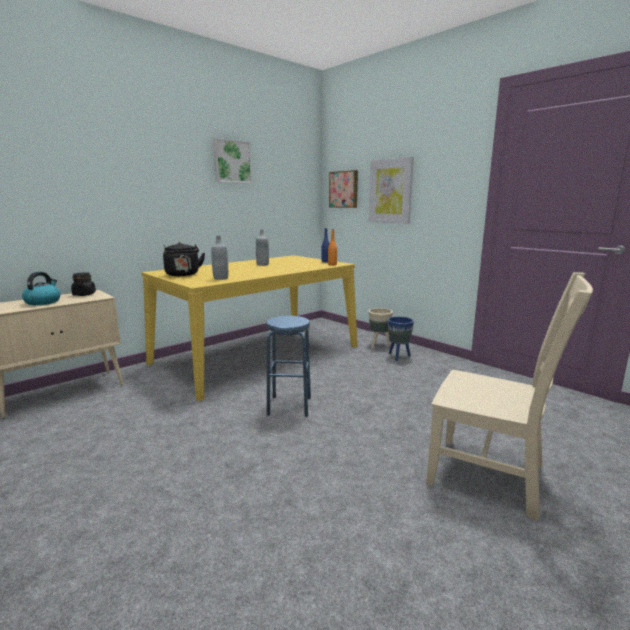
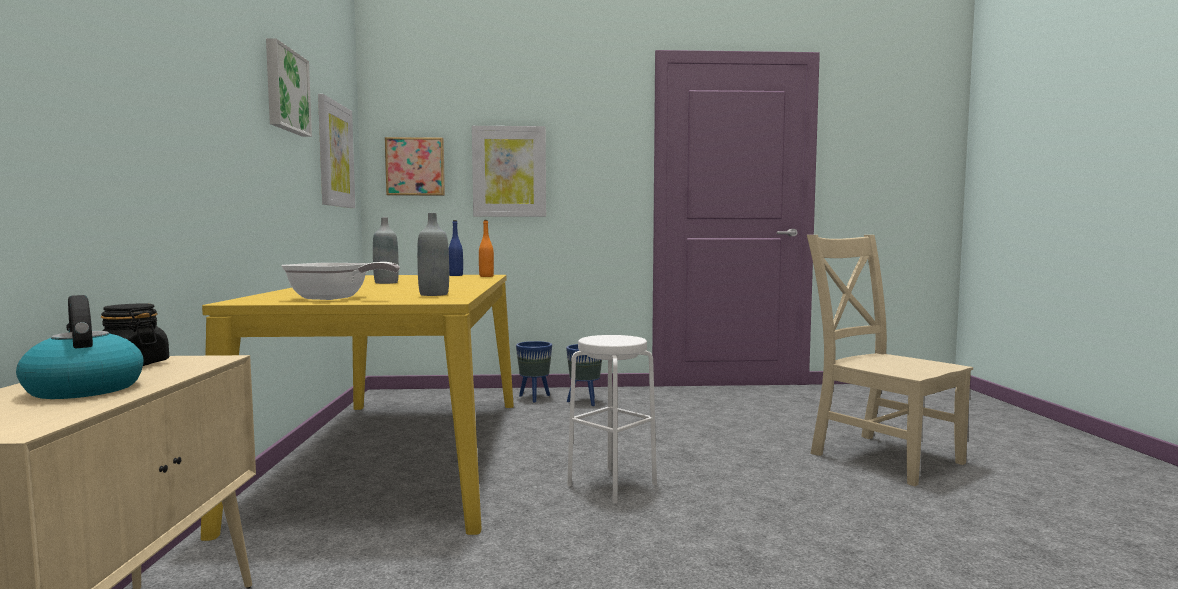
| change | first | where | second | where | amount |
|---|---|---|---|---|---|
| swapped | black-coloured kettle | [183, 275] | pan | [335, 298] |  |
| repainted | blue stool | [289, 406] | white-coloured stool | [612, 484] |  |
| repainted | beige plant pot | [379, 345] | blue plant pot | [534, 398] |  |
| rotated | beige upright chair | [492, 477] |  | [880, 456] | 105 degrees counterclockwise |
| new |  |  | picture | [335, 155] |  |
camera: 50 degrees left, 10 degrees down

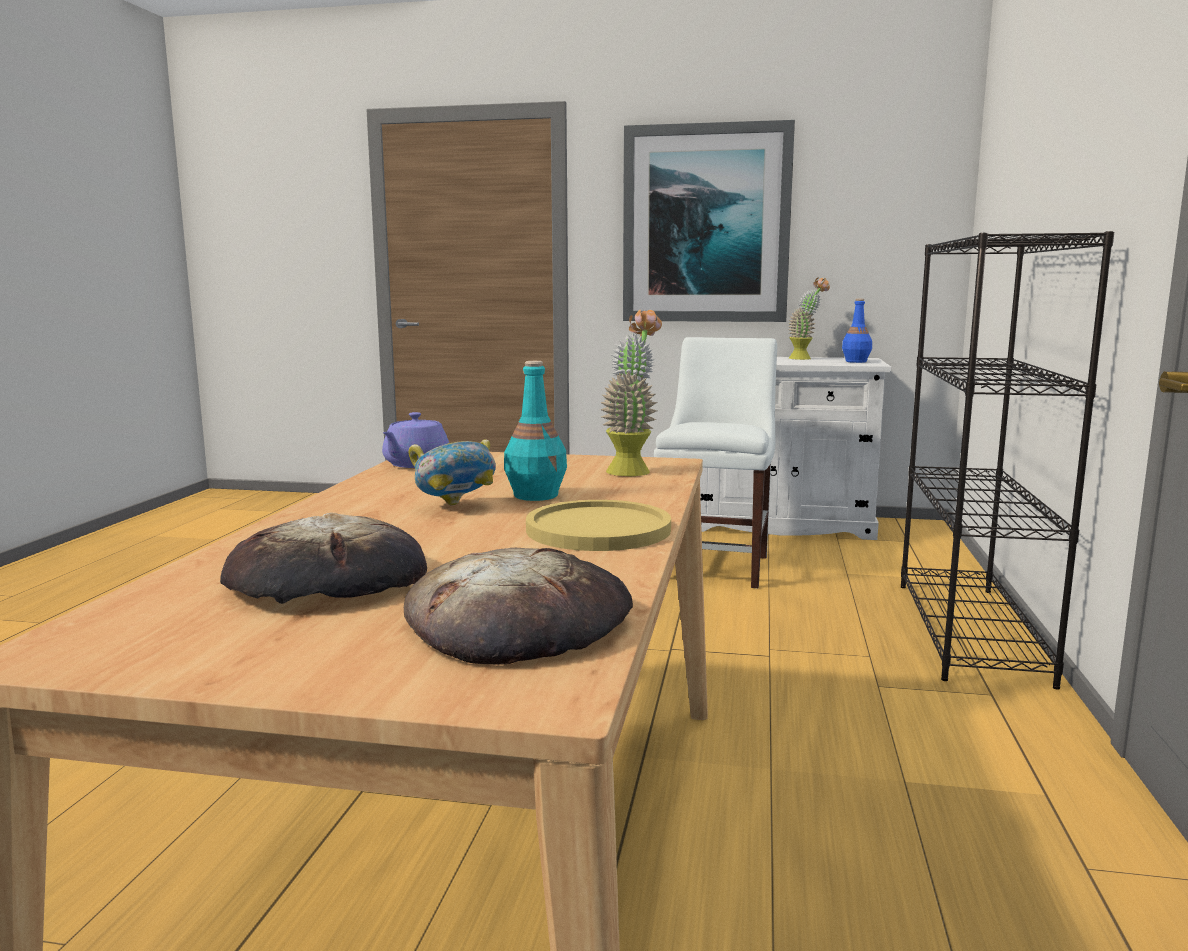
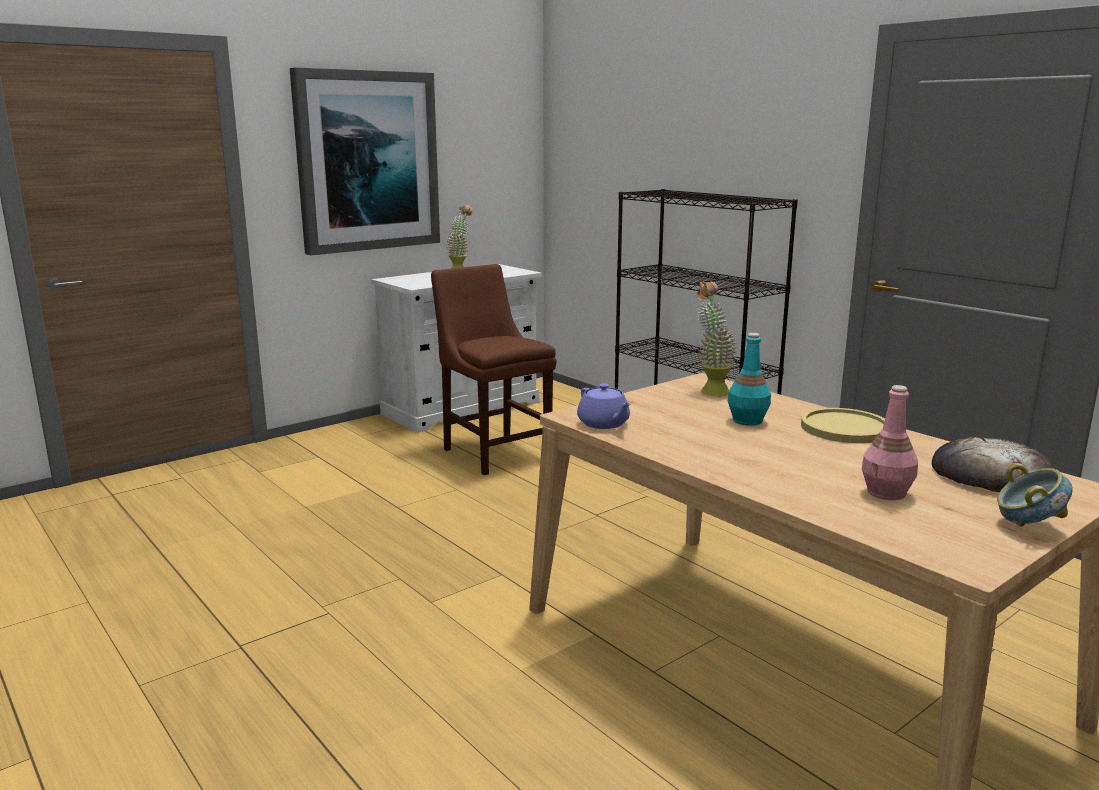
| change | first | where | second | where | amount |
|---|---|---|---|---|---|
| swapped | baked bread | [327, 580] | pink drink bottle | [887, 493] |  |
| shifted | bowl | [456, 507] |  | [1027, 526] |  |
| repainted | white-coloured upright chair | [716, 565] | brown-coloured upright chair | [494, 452] |  |
| gone | blue drink bottle | [855, 361] |  |  |  |
camera: 50 degrees left, 5 degrees up

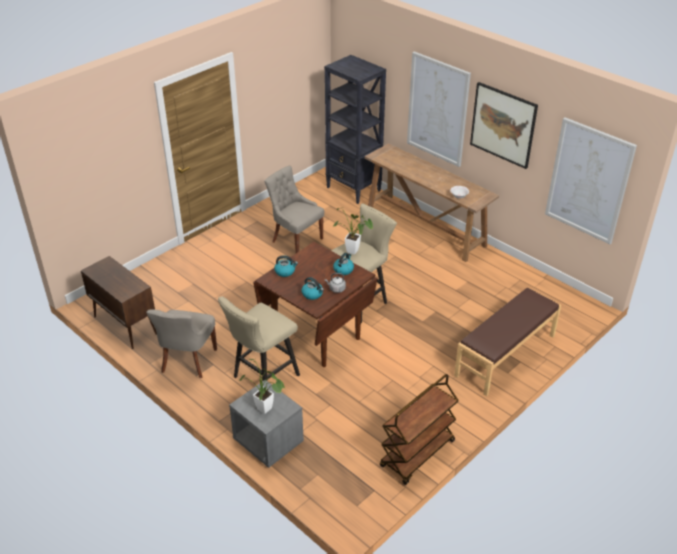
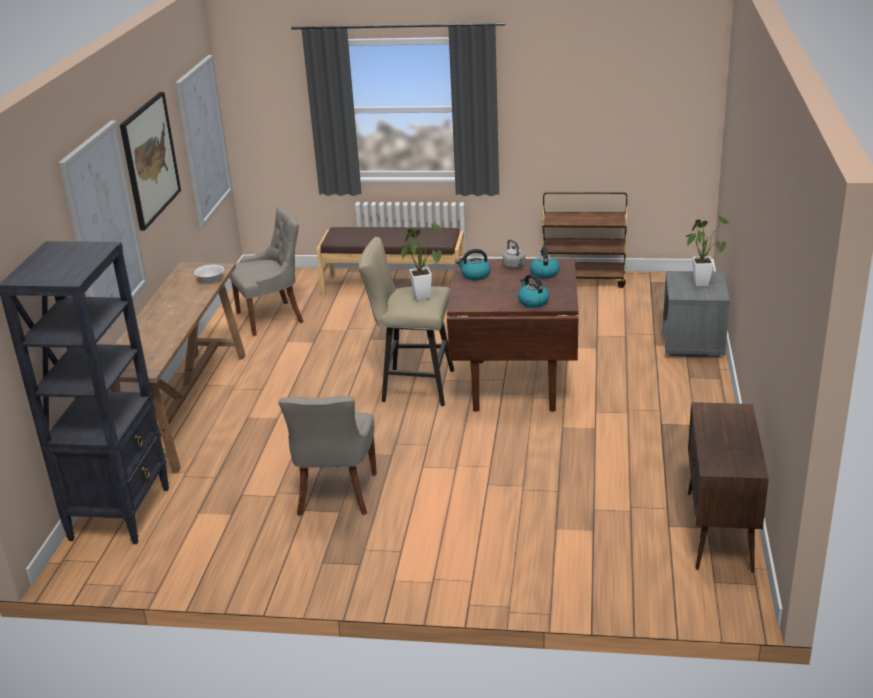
| change | first | where | second | where | amount |
|---|---|---|---|---|---|
| shifted | greyish upright chair | [187, 361] |  | [272, 317] |  |
| gone | beige stool | [262, 378] |  |  |  |
camera: 125 degrees left, 10 degrees down

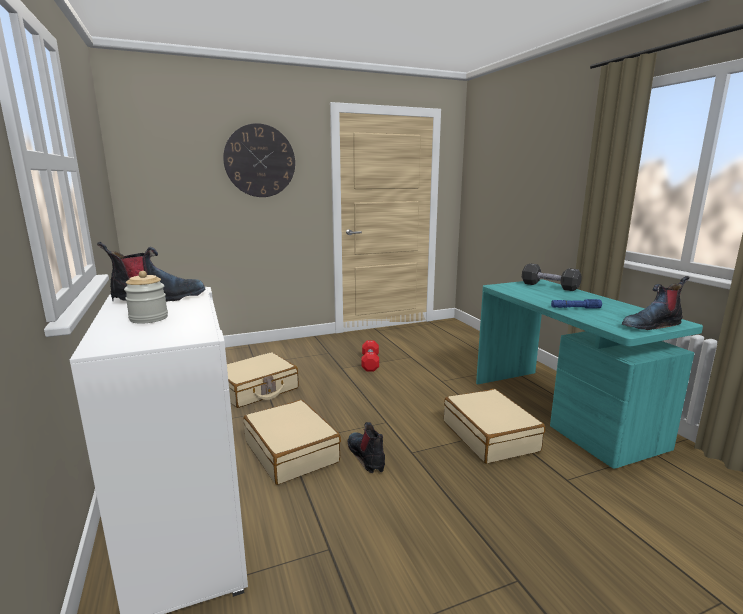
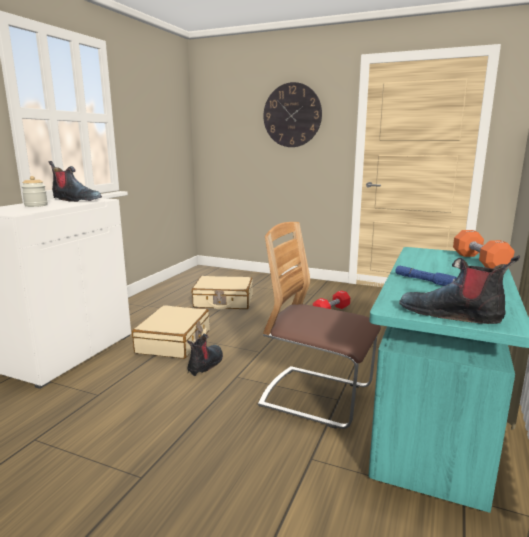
| change | first | where | second | where | amount |
|---|---|---|---|---|---|
| swapped | beige travel case | [490, 436] | upright chair | [316, 397] |  |
| repainted | black-coloured dumbbell | [549, 286] | orangey dumbbell | [479, 261] |  |
camera: 45 degrees right, 0 degrees up

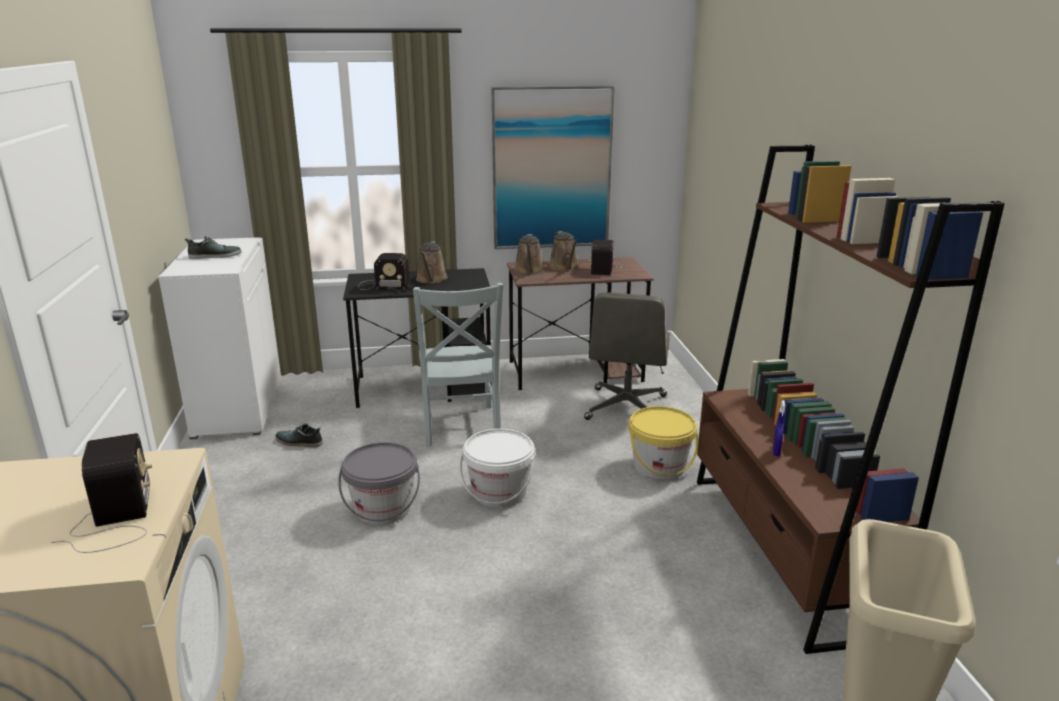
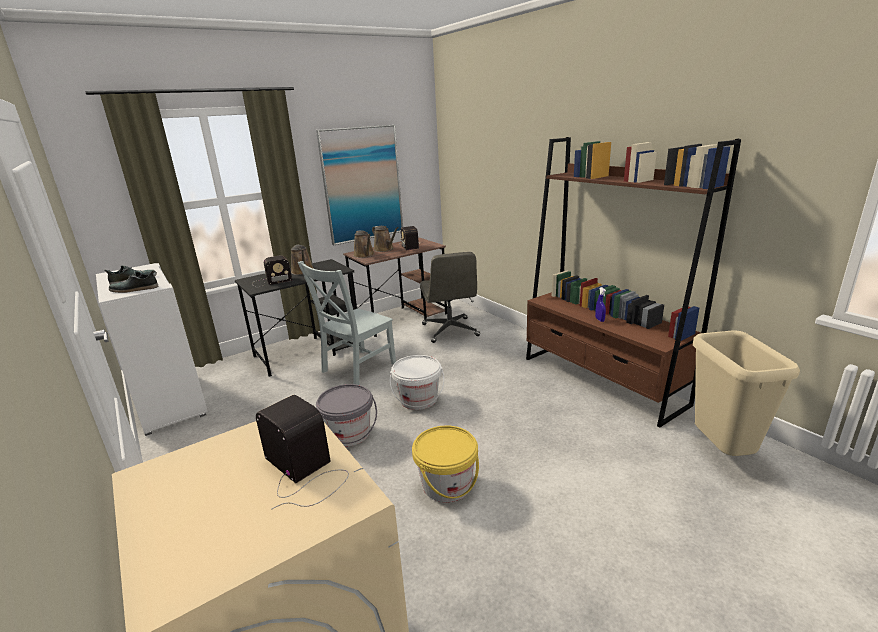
| change | first | where | second | where | amount |
|---|---|---|---|---|---|
| shifted | shoe | [299, 442] |  | [134, 289] |  |
| rotated | greyish upright chair | [460, 427] |  | [356, 369] | 75 degrees clockwise |
| shifted | yellowish bucket | [659, 466] |  | [447, 485] |  |
camera: 25 degrees left, 0 degrees up

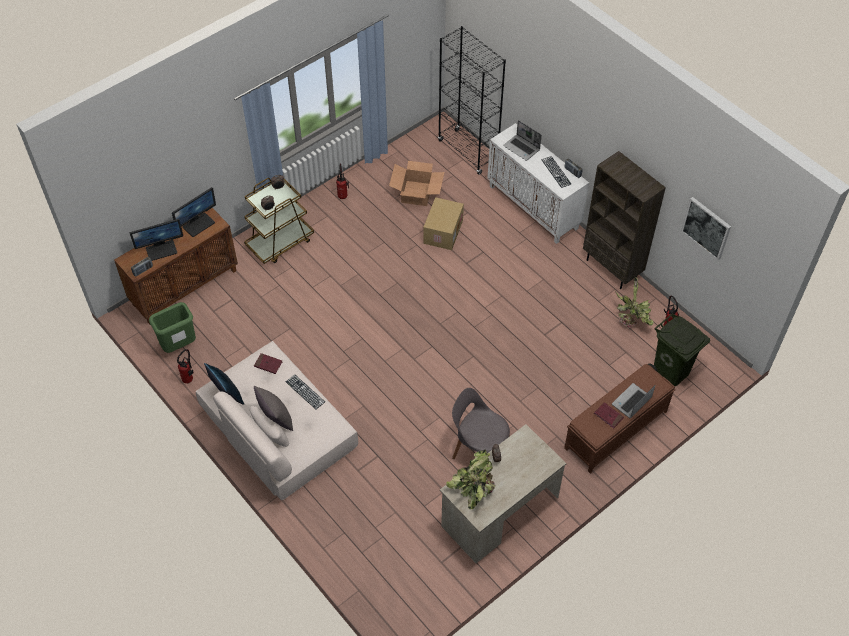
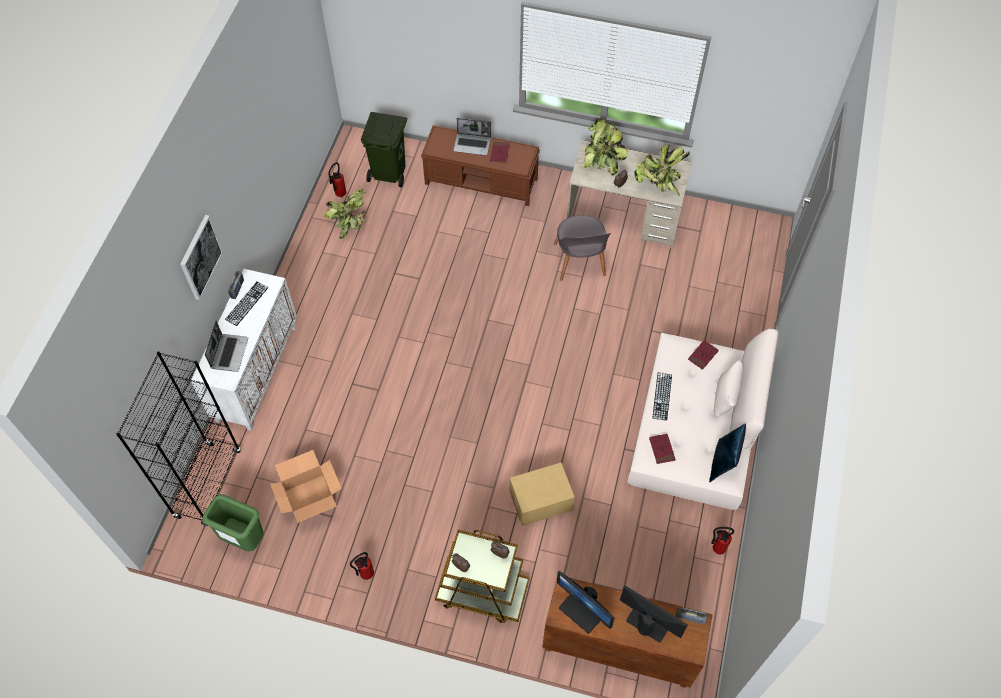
| change | first | where | second | where | amount |
|---|---|---|---|---|---|
| shifted | greenish trash can | [179, 346] |  | [243, 539] |  |
| rotated | monitor | [198, 224] |  | [582, 611] | 150 degrees counterclockwise |
| gone | greyish cushion | [276, 419] |  |  |  |
| shifted | carton | [442, 231] |  | [540, 501] |  |
| gone | brown-coloured bookcase | [612, 268] |  |  |  |
| shifted | picture | [706, 227] |  | [200, 257] |  |
| new |  |  | plant in a pot | [602, 159] |  |
| new |  |  | red-coloured bound book | [702, 355] |  |
camera: 125 degrees left, 5 degrees up

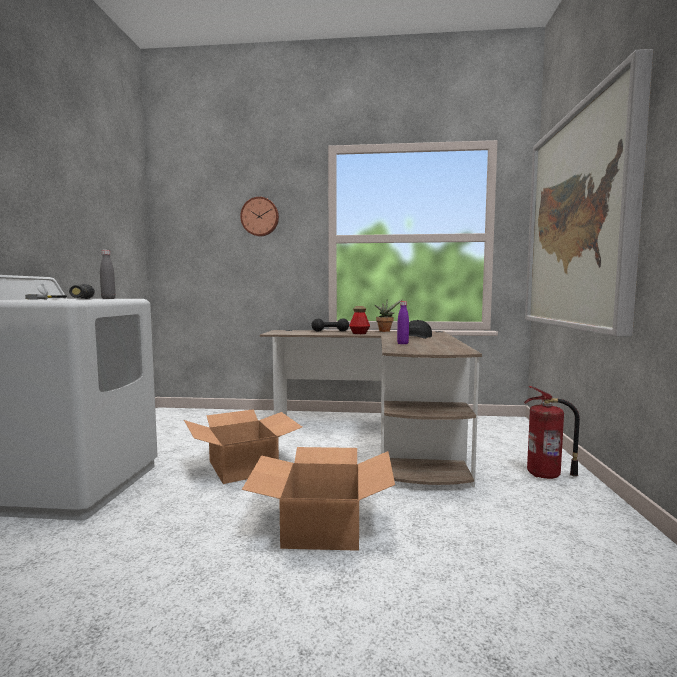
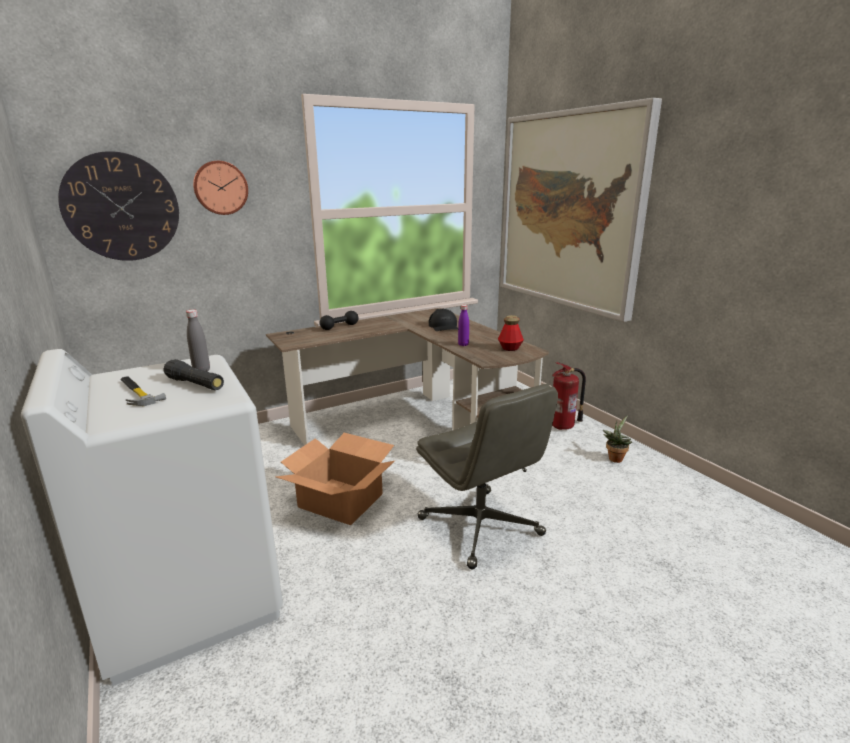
| change | first | where | second | where | amount |
|---|---|---|---|---|---|
| swapped | carton | [321, 526] | greyish office chair | [481, 527] |  |
| shifted | drink bottle | [359, 333] |  | [510, 348] |  |
| shifted | plant in a pot | [385, 331] |  | [615, 458] |  |
| new |  |  | wall clock | [121, 207] |  |
camera: 35 degrees left, 15 degrees up

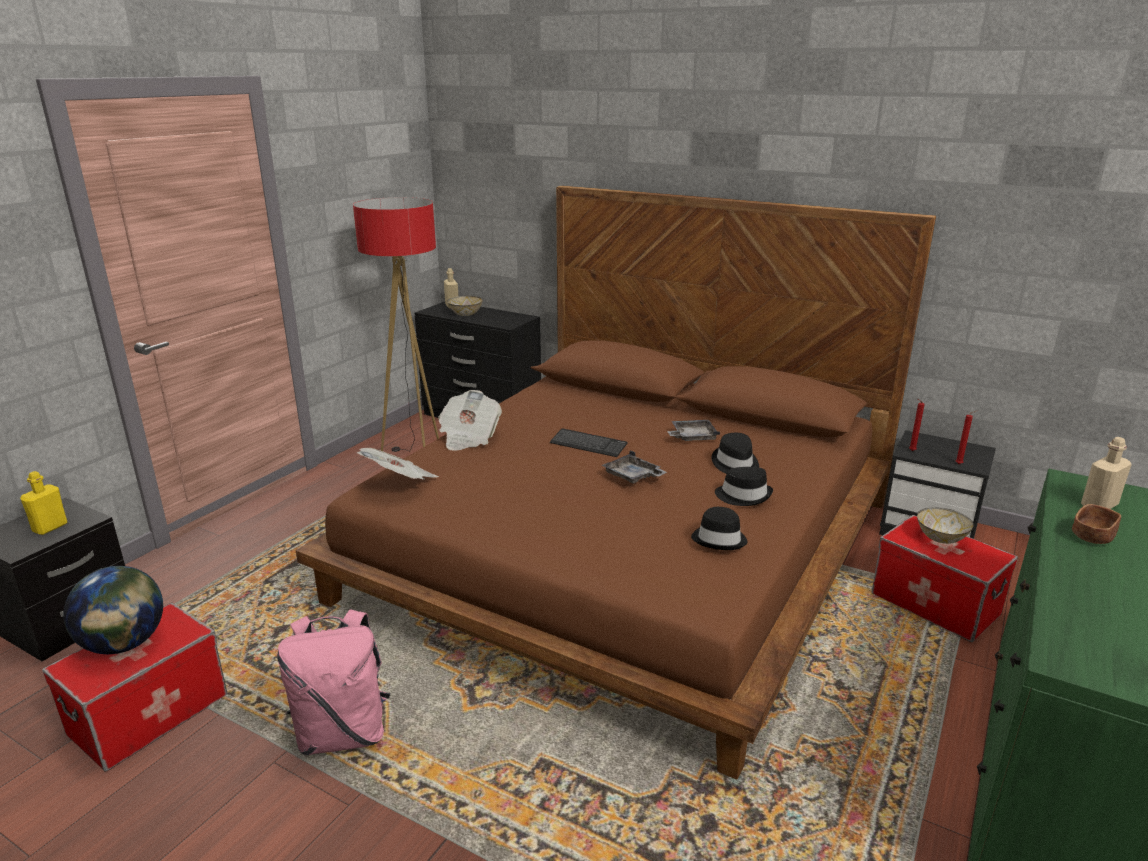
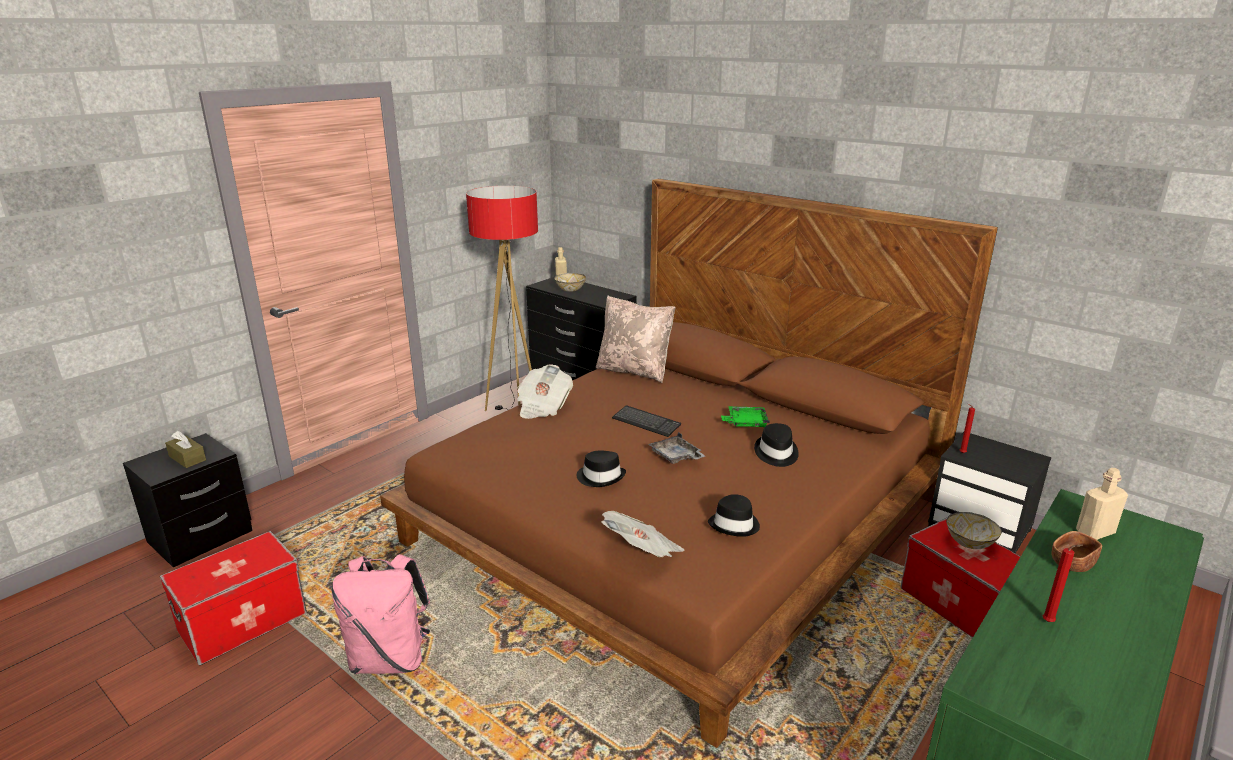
| change | first | where | second | where | amount |
|---|---|---|---|---|---|
| swapped | yellowish drink bottle | [50, 527] | brown-coloured tissue box | [187, 458] |  |
| gone | desk globe | [124, 644] |  |  |  |
| shifted | printed paper | [400, 482] |  | [642, 553] |  |
| repainted | greyish tray | [692, 437] | greenish tray | [745, 423] |  |
| shifted | black-coloured hat | [743, 495] |  | [601, 477] |  |
| shifted | red-coloured candle | [960, 464] |  | [1050, 622] |  |
| new |  |  | beige cushion | [634, 371] |  |
camera: 10 degrees right, 0 degrees up

